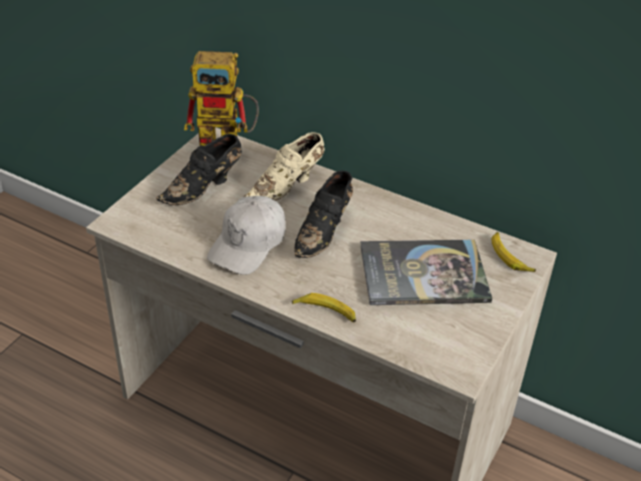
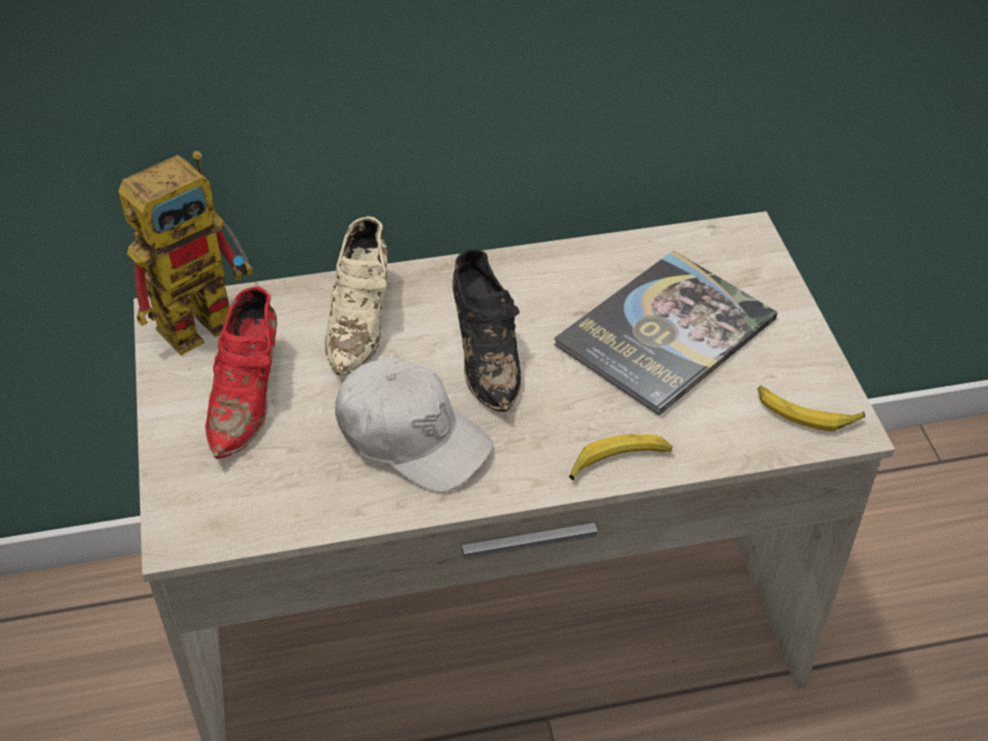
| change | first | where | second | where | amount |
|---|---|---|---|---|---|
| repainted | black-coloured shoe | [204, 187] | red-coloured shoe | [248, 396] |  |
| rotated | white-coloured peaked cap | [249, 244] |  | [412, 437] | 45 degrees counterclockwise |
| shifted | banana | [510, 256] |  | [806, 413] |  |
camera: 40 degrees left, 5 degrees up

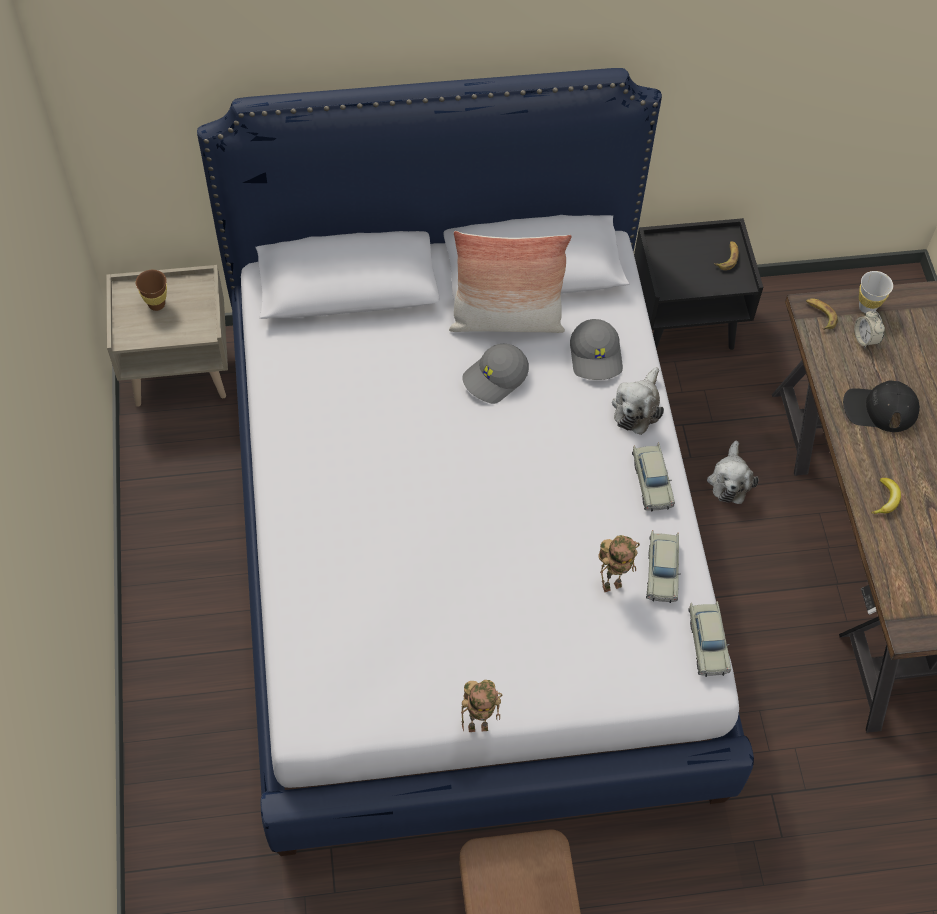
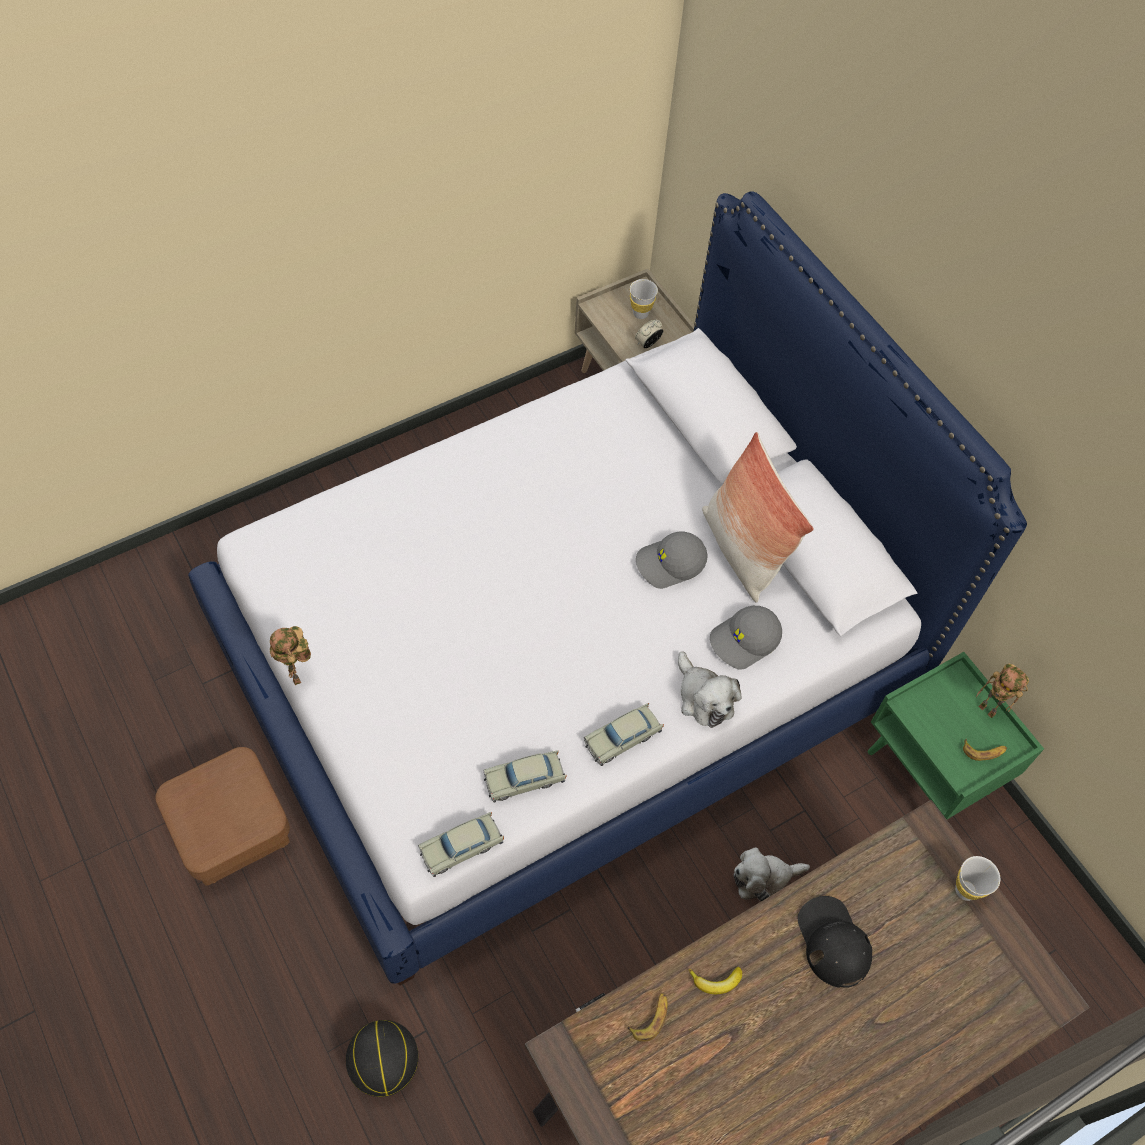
| change | first | where | second | where | amount |
|---|---|---|---|---|---|
| repainted | brown-coloured cup | [156, 304] | white-coloured cup | [640, 313] |  |
| rotated | greyish peaked cap | [495, 378] |  | [670, 564] | 45 degrees counterclockwise |
| shifted | robot figure | [612, 584] |  | [989, 710] |  |
| rotated | cuddly toy | [637, 407] |  | [703, 698] | 120 degrees counterclockwise |
| repainted | black-coloured bedside table | [685, 323] | greenish bedside table | [929, 772] |  |
| shifted | banana | [820, 315] |  | [650, 1018] |  |
| shifted | alarm clock | [865, 339] |  | [648, 343] |  |
| new |  |  | basketball | [384, 1065] |  |
camera: 65 degrees right, 0 degrees up

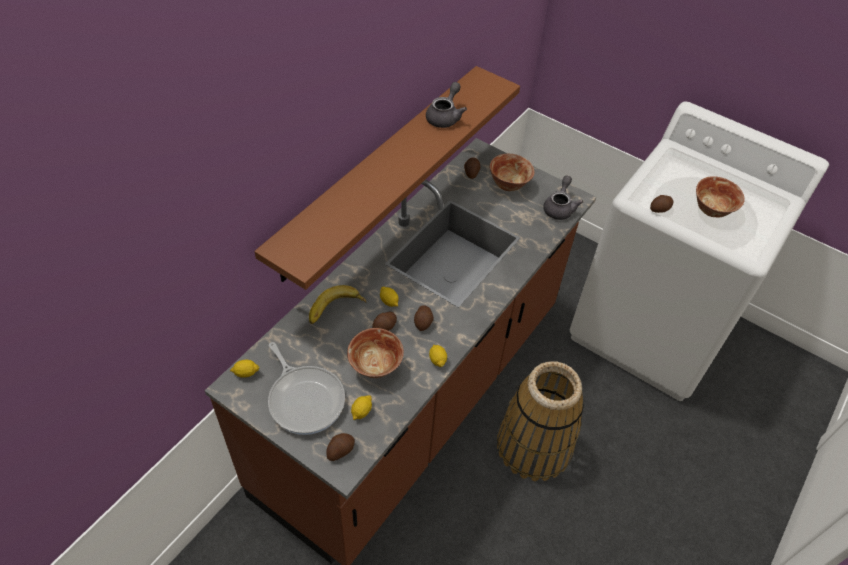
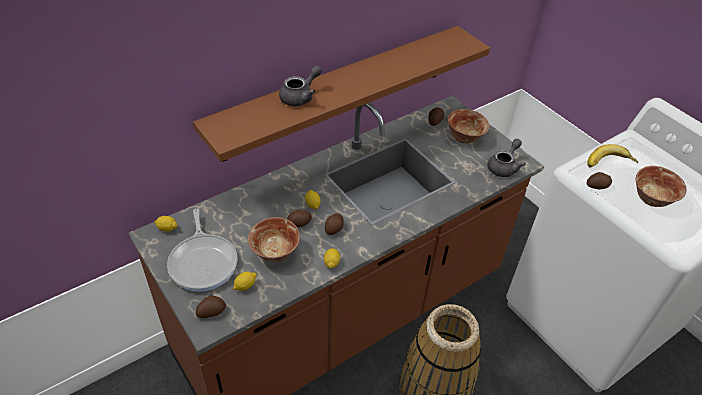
| change | first | where | second | where | amount |
|---|---|---|---|---|---|
| shifted | banana | [336, 310] |  | [609, 163] |  |
| shifted | greyish pot for tea | [445, 116] |  | [300, 96] |  |
camera: 20 degrees right, 5 degrees down

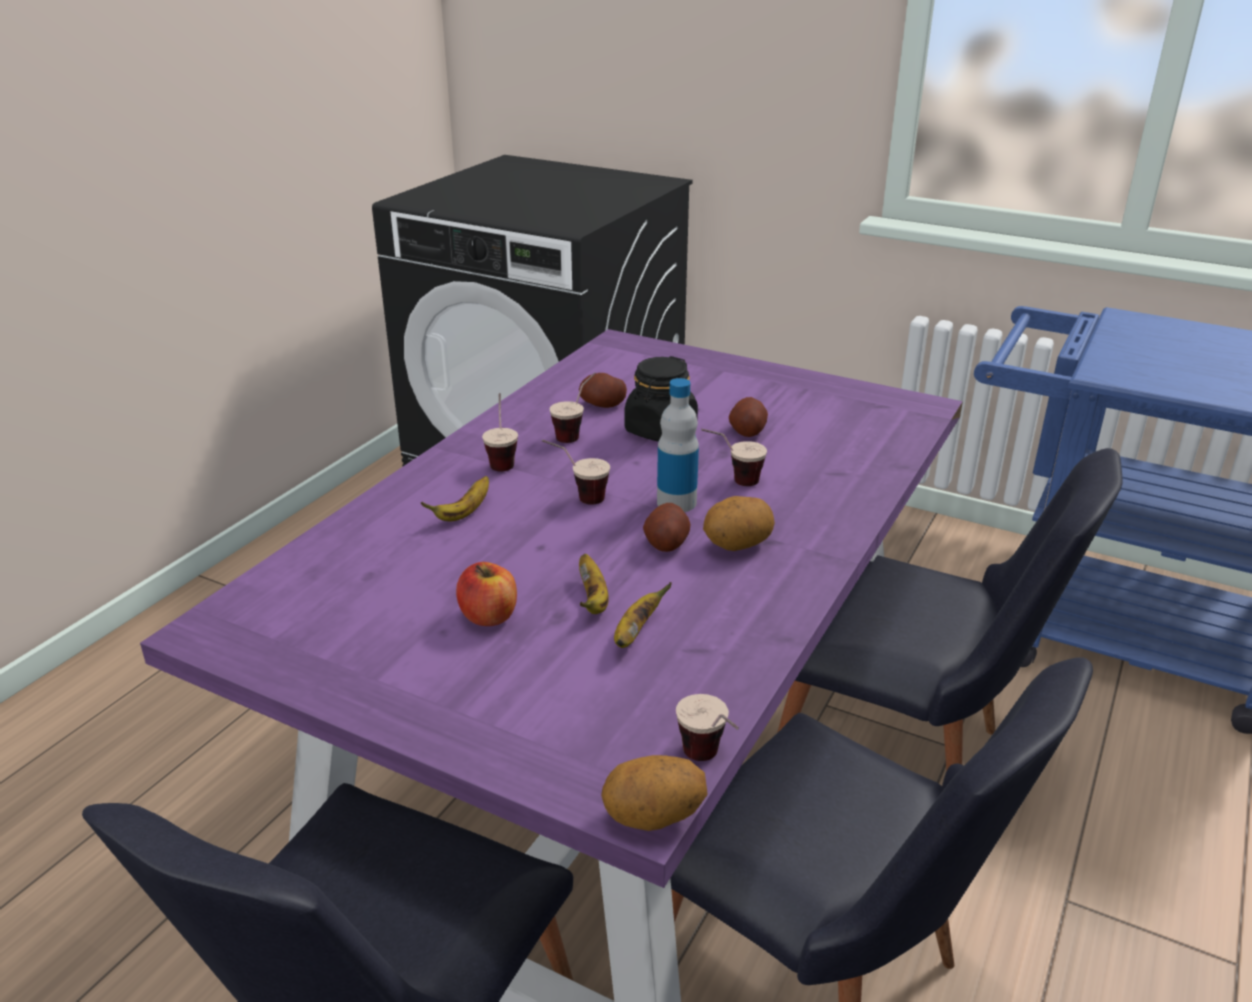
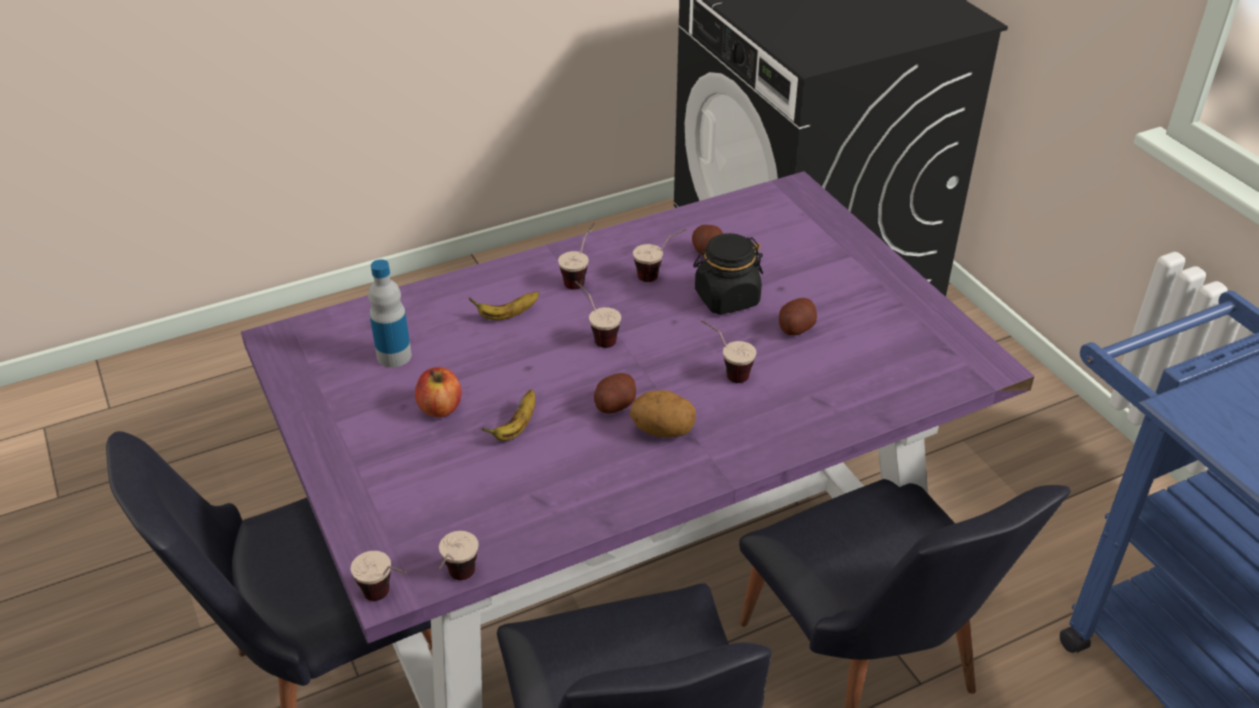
| change | first | where | second | where | amount |
|---|---|---|---|---|---|
| swapped | potato | [653, 819] | cup | [387, 598] |  |
| gone | banana | [635, 632] |  |  |  |
| shifted | drink bottle | [676, 502] |  | [394, 356] |  |
camera: 35 degrees right, 10 degrees up

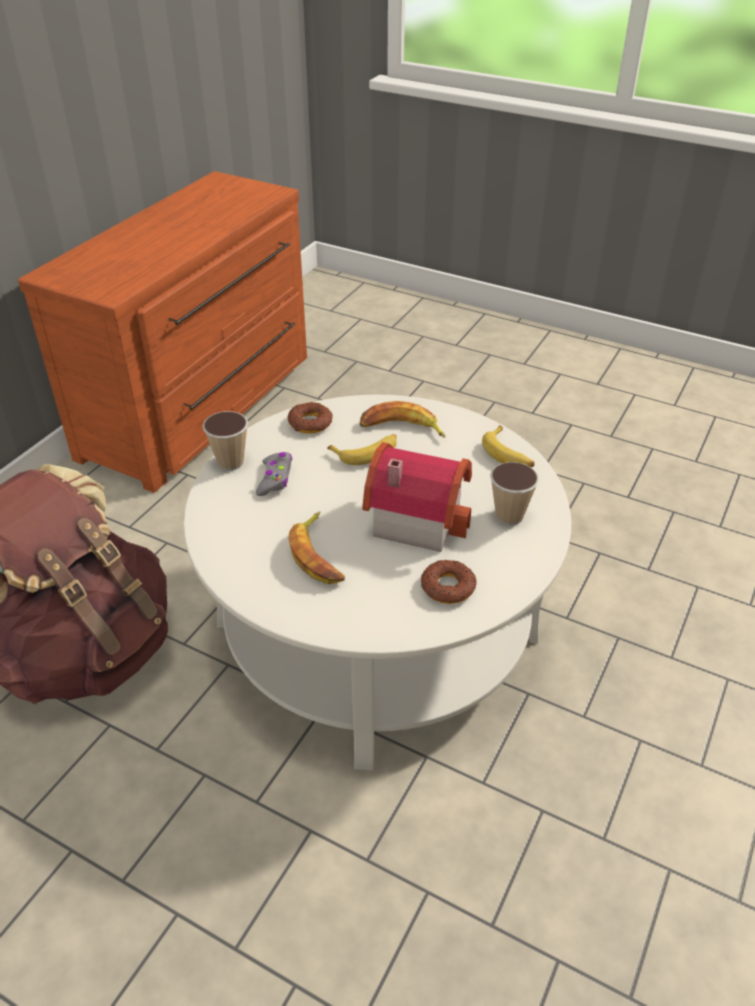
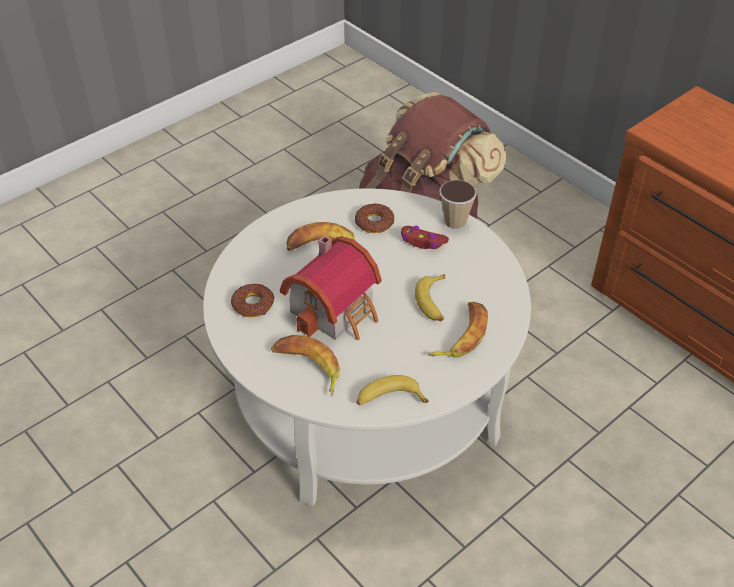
| change | first | where | second | where | amount |
|---|---|---|---|---|---|
| repainted | greyish joypad | [275, 479] | red-coloured joypad | [422, 242] |  |
| shifted | ring doughnut | [310, 423] |  | [374, 222] |  |
| swapped | cup | [509, 516] | banana | [307, 367] |  |
camera: 110 degrees right, 5 degrees up

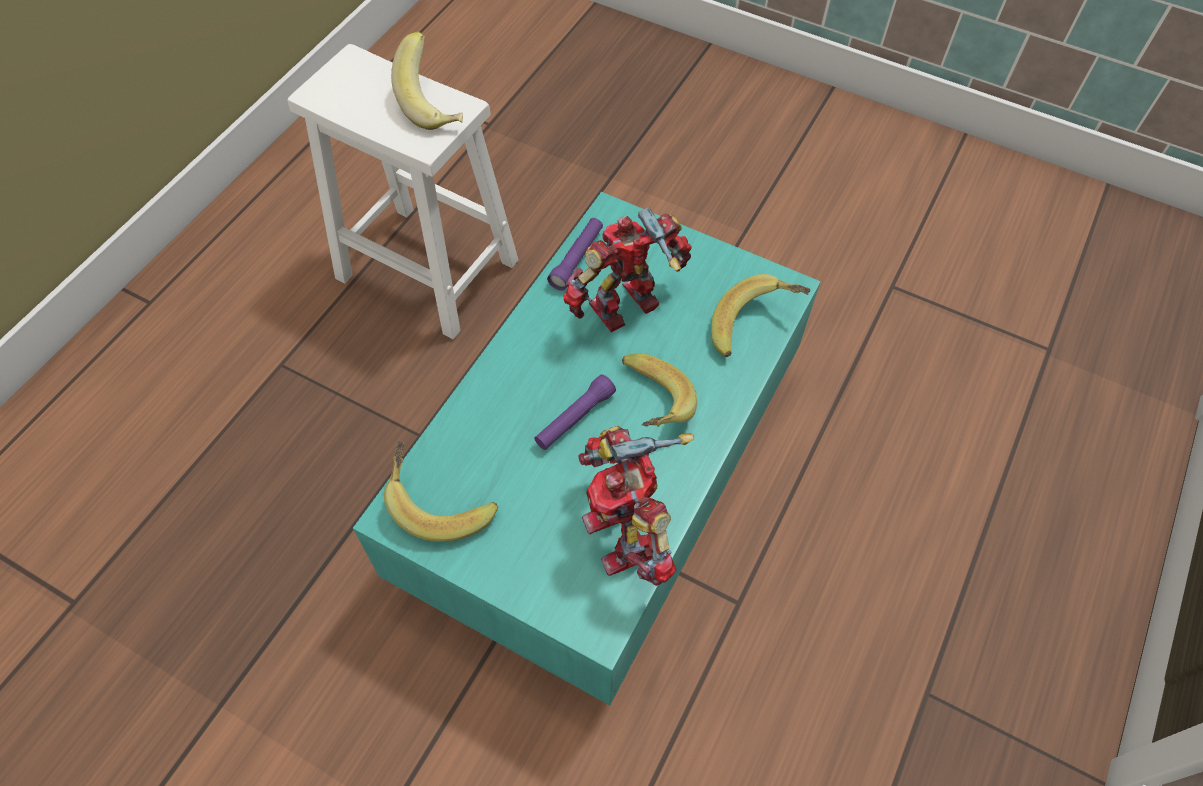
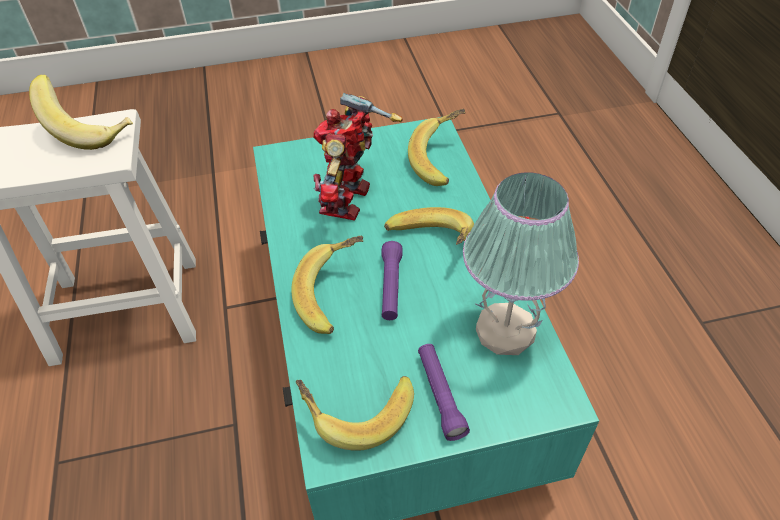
| change | first | where | second | where | amount |
|---|---|---|---|---|---|
| shifted | purplish torch | [577, 259] |  | [440, 395] |  |
| swapped | robot figure | [624, 534] | tabletop lamp | [506, 331] |  |
| new |  |  | banana | [335, 296] |  |
camera: 40 degrees left, 10 degrees down

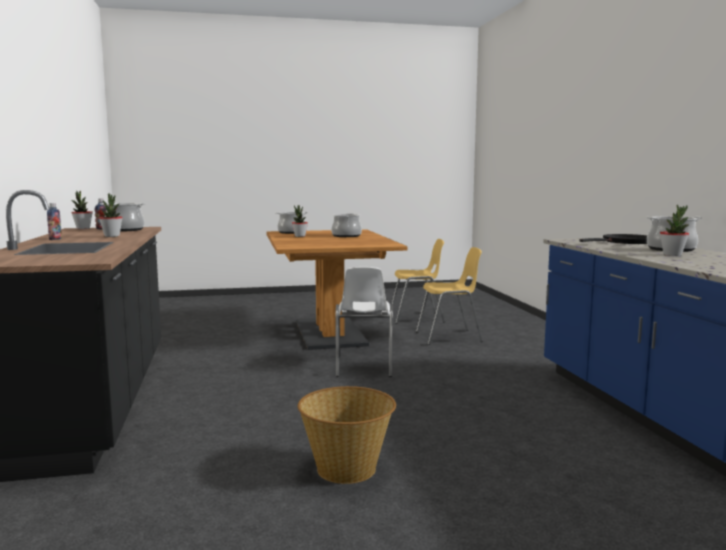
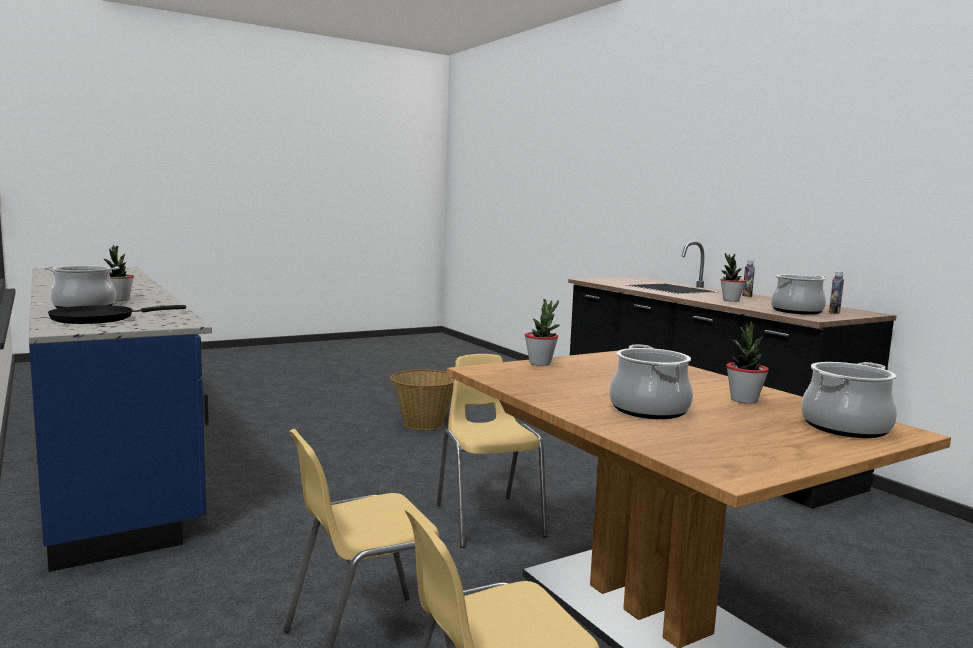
| change | first | where | second | where | amount |
|---|---|---|---|---|---|
| shifted | plant in a pot | [83, 228] |  | [540, 363] |  |
| repainted | white-coloured upright chair | [363, 366] | yellowish upright chair | [488, 520] |  |
camera: 160 degrees right, 0 degrees up

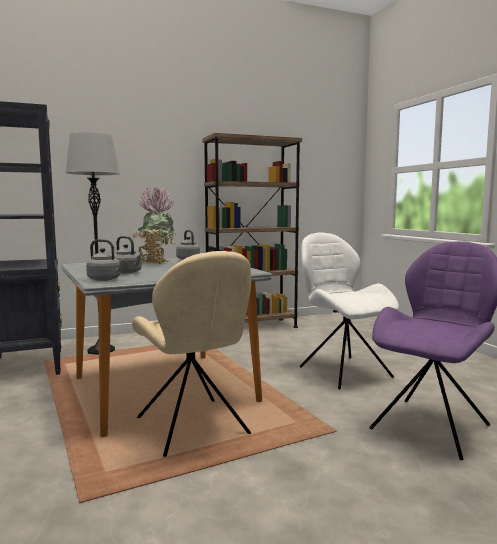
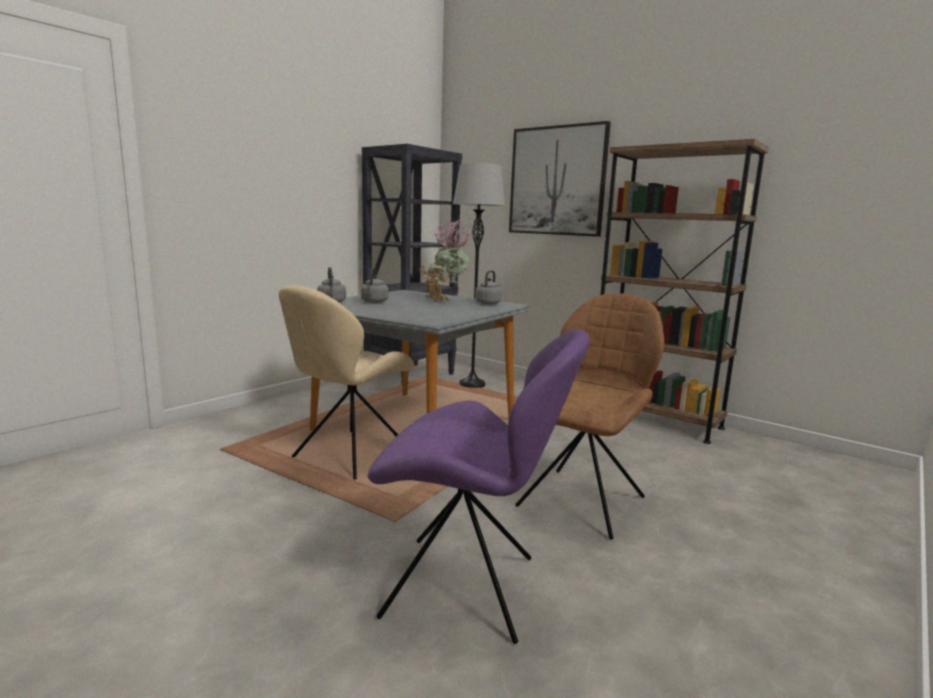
| change | first | where | second | where | amount |
|---|---|---|---|---|---|
| repainted | white-coloured upright chair | [343, 371] | brown-coloured upright chair | [583, 499] |  |
| new |  |  | picture | [557, 181] |  |
camera: 60 degrees right, 5 degrees up

